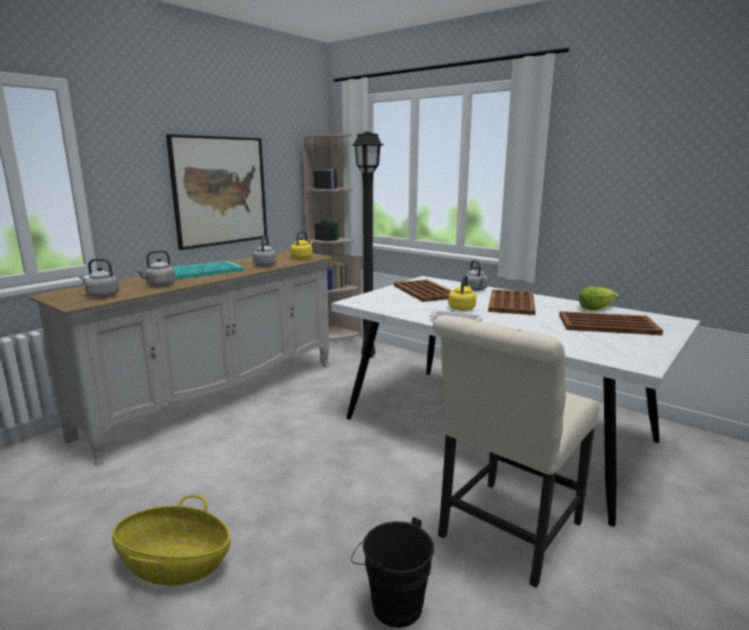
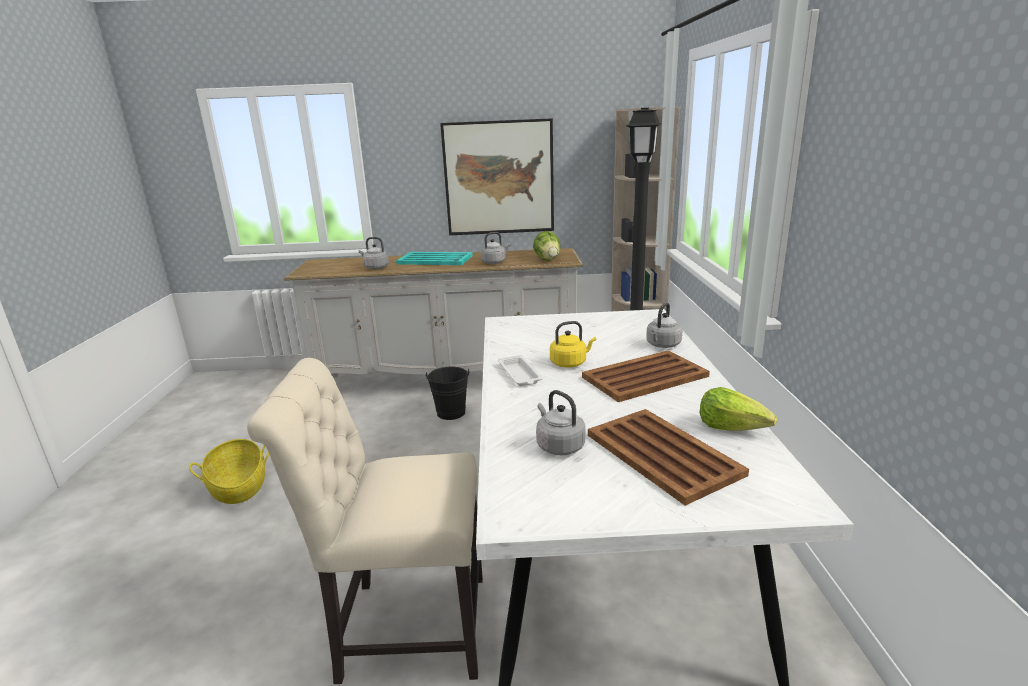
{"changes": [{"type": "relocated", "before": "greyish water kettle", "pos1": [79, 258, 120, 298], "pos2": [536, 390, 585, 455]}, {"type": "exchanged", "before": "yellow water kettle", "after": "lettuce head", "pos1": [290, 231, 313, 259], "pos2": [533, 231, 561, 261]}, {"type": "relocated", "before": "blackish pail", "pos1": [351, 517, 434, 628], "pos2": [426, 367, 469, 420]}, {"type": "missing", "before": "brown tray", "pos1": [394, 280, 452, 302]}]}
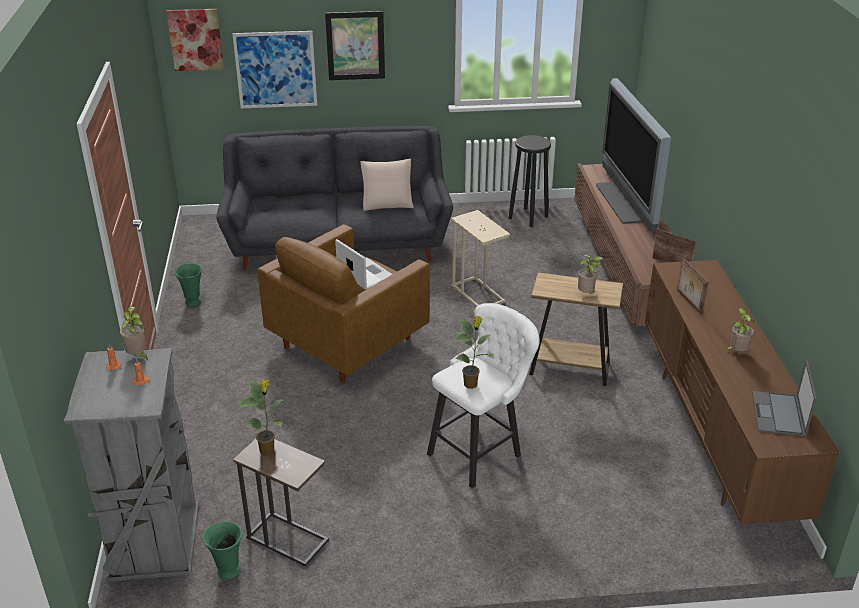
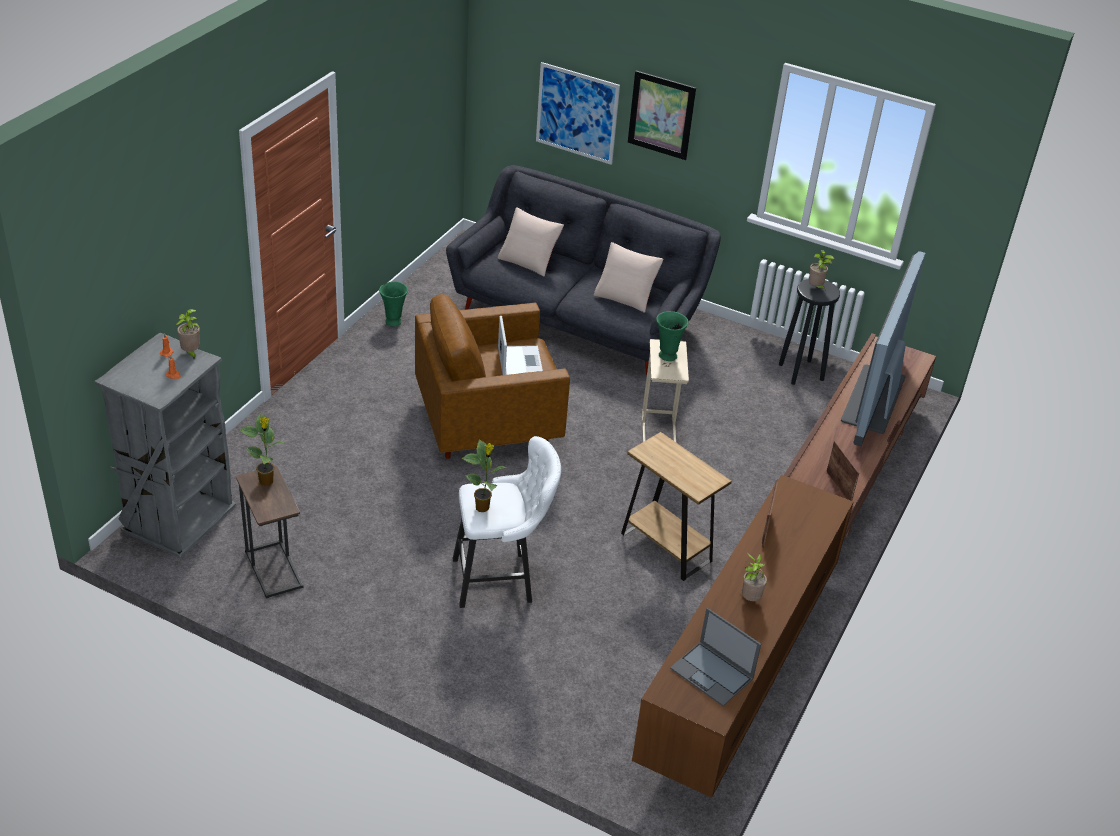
{"changes": [{"type": "missing", "before": "wall picture", "pos1": [166, 9, 224, 71]}, {"type": "relocated", "before": "green-coloured decorative vase", "pos1": [202, 521, 242, 579], "pos2": [656, 311, 689, 361]}, {"type": "relocated", "before": "houseplant", "pos1": [578, 255, 603, 293], "pos2": [809, 250, 834, 291]}, {"type": "spun", "before": "notebook computer", "pos1": [752, 360, 817, 436], "pos2": [670, 608, 761, 706], "turn": -90}, {"type": "appeared", "after": "sand-coloured throw pillow", "pos2": [497, 207, 564, 276]}]}
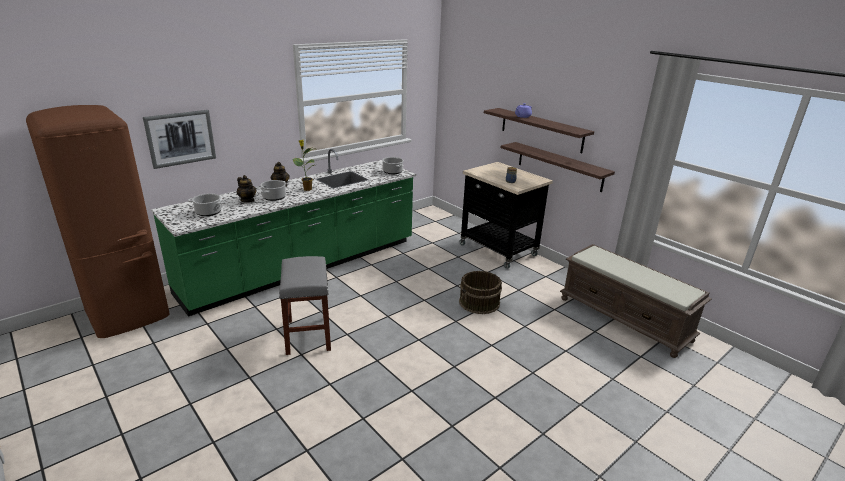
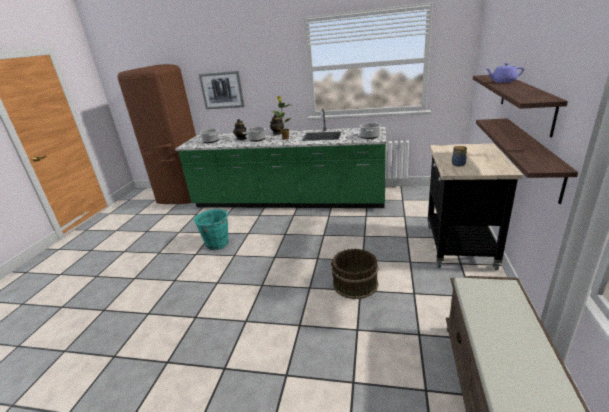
{"changes": [{"type": "exchanged", "before": "greyish stool", "after": "blue-green pail", "pos1": [279, 256, 331, 355], "pos2": [194, 209, 229, 250]}]}
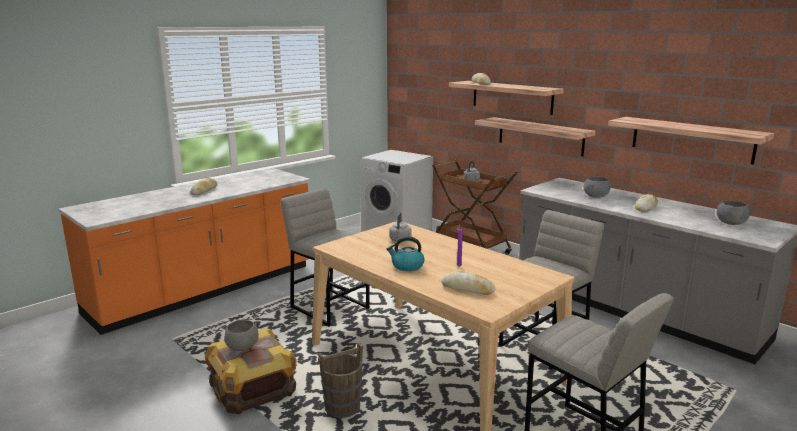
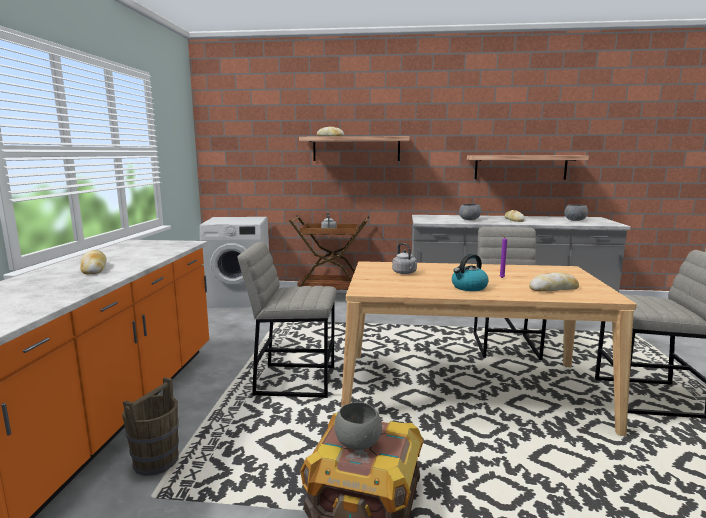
{"changes": [{"type": "relocated", "before": "brown pail", "pos1": [318, 343, 363, 418], "pos2": [122, 377, 179, 476]}, {"type": "missing", "before": "bracket shelf", "pos1": [475, 117, 595, 156]}]}
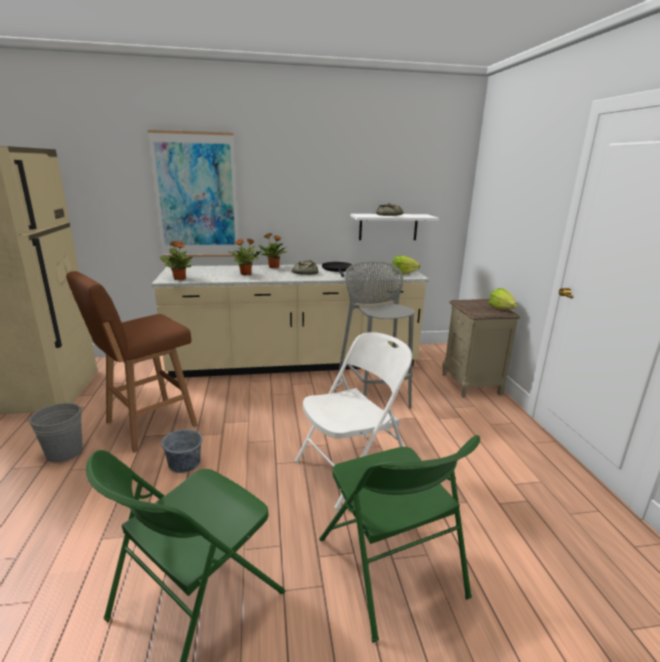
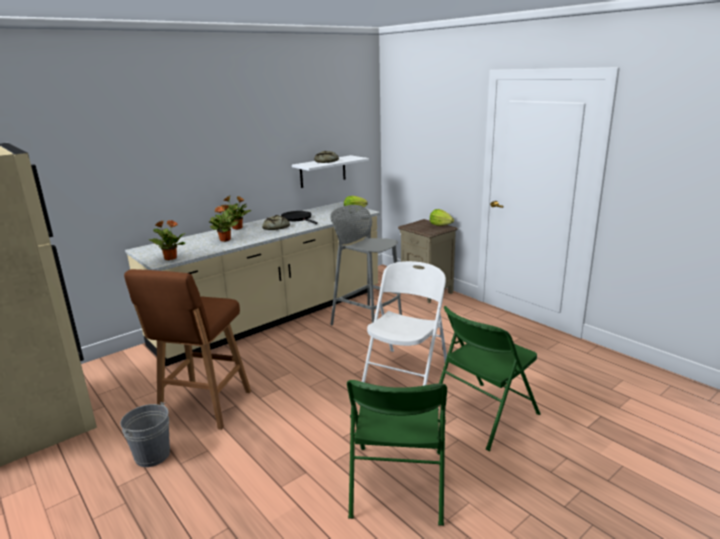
{"changes": [{"type": "missing", "before": "wall picture", "pos1": [148, 130, 239, 257]}, {"type": "missing", "before": "greyish pail", "pos1": [161, 420, 202, 473]}, {"type": "spun", "before": "green-coloured chair", "pos1": [319, 435, 480, 643], "pos2": [439, 306, 540, 452], "turn": 105}]}
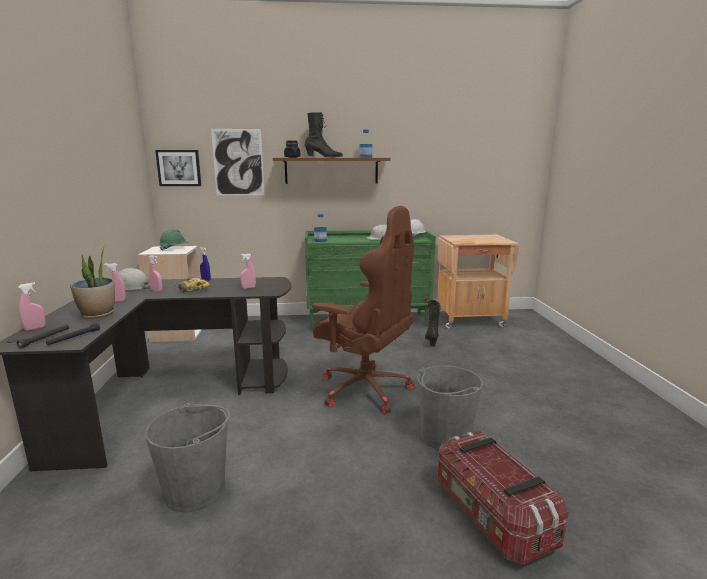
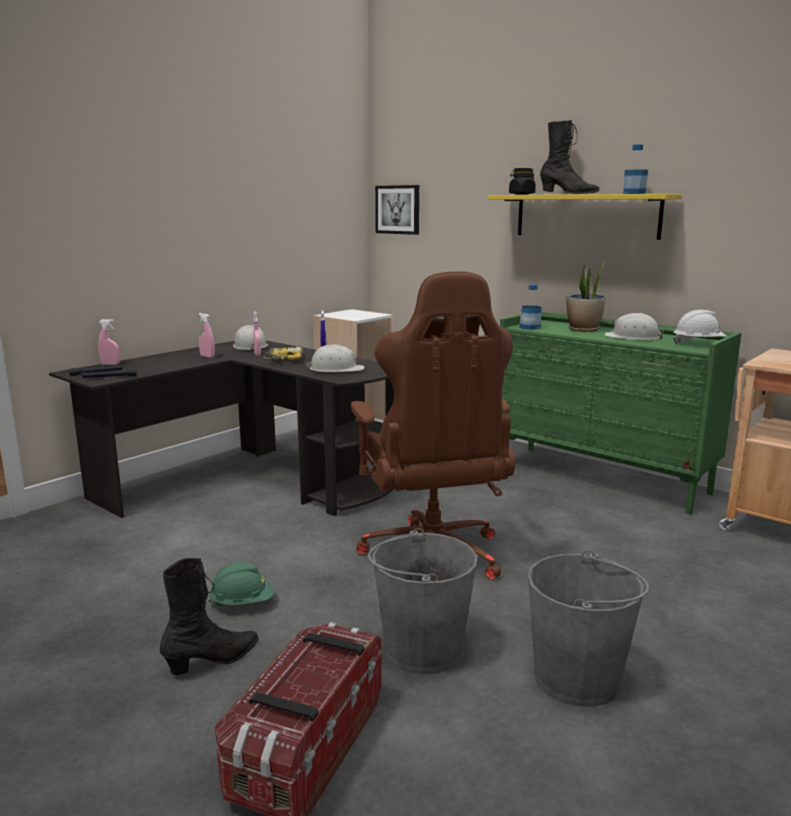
{"changes": [{"type": "relocated", "before": "houseplant", "pos1": [70, 245, 115, 319], "pos2": [566, 260, 606, 332]}, {"type": "relocated", "before": "greyish pail", "pos1": [145, 402, 230, 513], "pos2": [528, 550, 649, 707]}, {"type": "relocated", "before": "green-coloured work helmet", "pos1": [159, 229, 189, 251], "pos2": [208, 562, 274, 607]}, {"type": "missing", "before": "wall picture", "pos1": [211, 129, 264, 196]}, {"type": "exchanged", "before": "pink-coloured spray bottle", "after": "white-coloured work helmet", "pos1": [240, 253, 256, 289], "pos2": [306, 344, 365, 372]}, {"type": "colour", "before": "brown bracket shelf", "after": "yellow bracket shelf", "pos1": [273, 158, 391, 184], "pos2": [488, 194, 682, 240]}, {"type": "relocated", "before": "blackish high-top boot", "pos1": [425, 300, 440, 346], "pos2": [160, 558, 259, 675]}]}
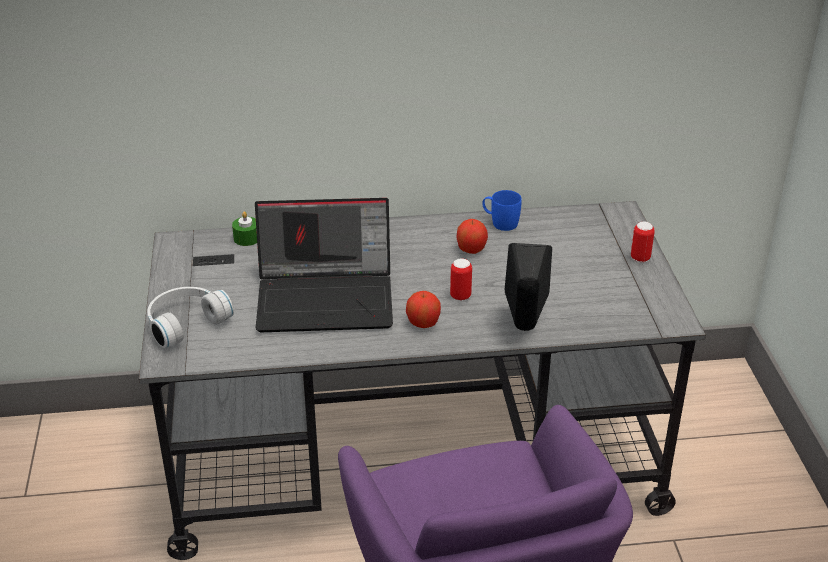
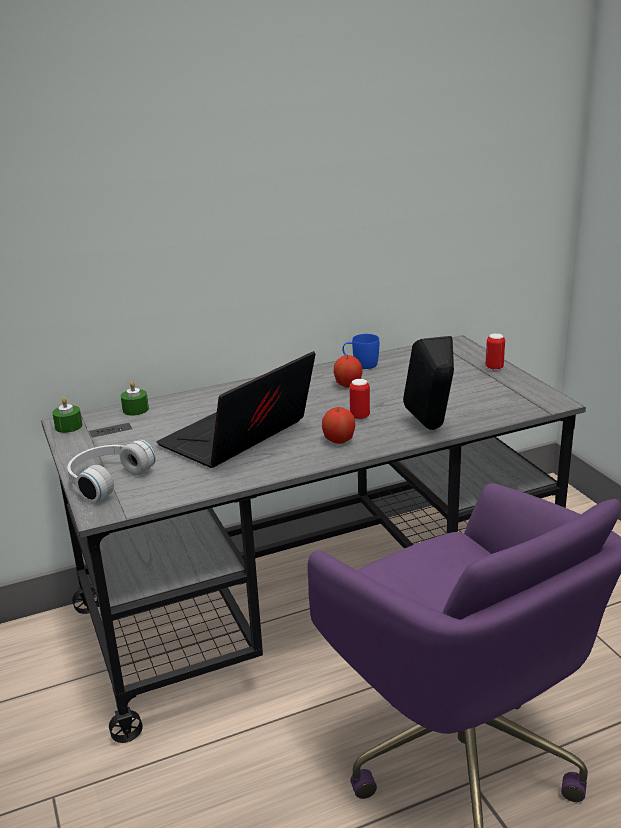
{"changes": [{"type": "spun", "before": "notebook computer", "pos1": [255, 198, 393, 332], "pos2": [156, 351, 315, 468], "turn": 150}, {"type": "appeared", "after": "green-coloured candle", "pos2": [52, 398, 83, 433]}]}
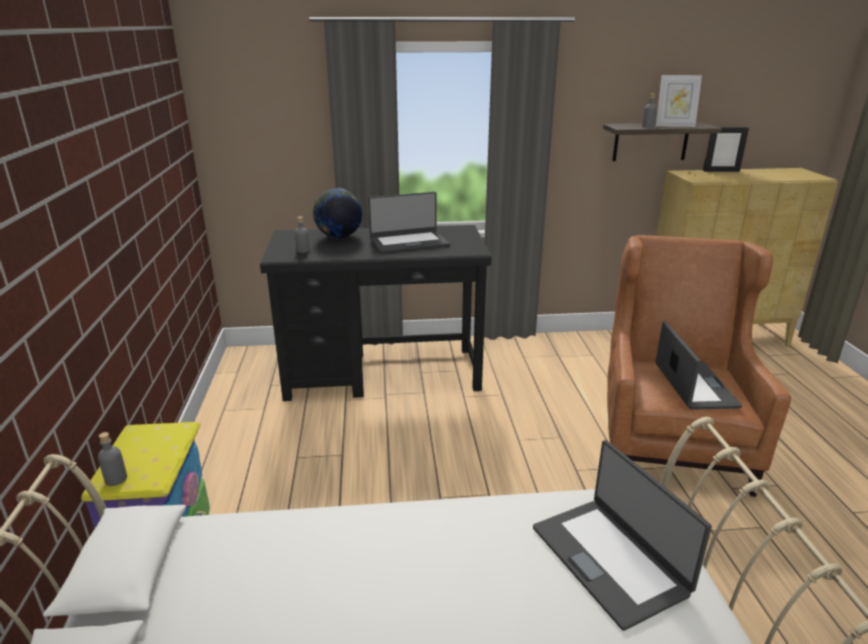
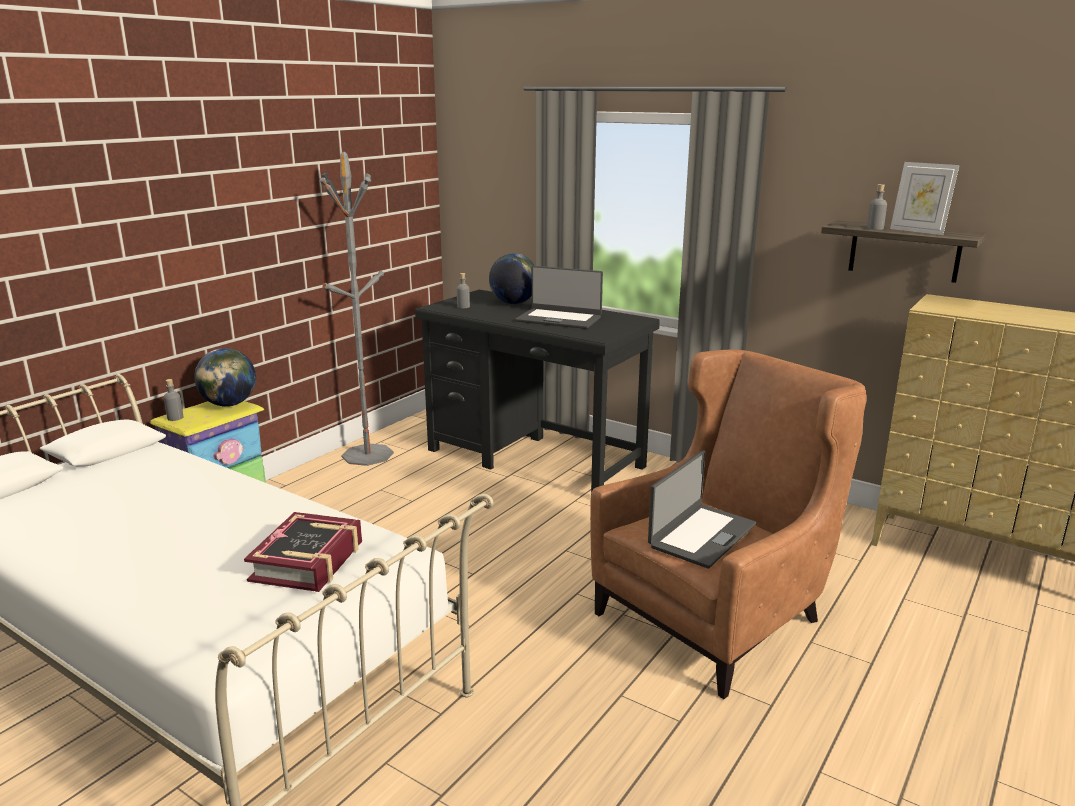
{"changes": [{"type": "exchanged", "before": "notebook computer", "after": "book", "pos1": [533, 440, 712, 631], "pos2": [244, 512, 362, 592]}, {"type": "missing", "before": "picture frame", "pos1": [703, 127, 749, 172]}, {"type": "appeared", "after": "world globe", "pos2": [194, 348, 256, 407]}, {"type": "appeared", "after": "greyish garment rack", "pos2": [319, 152, 394, 466]}]}
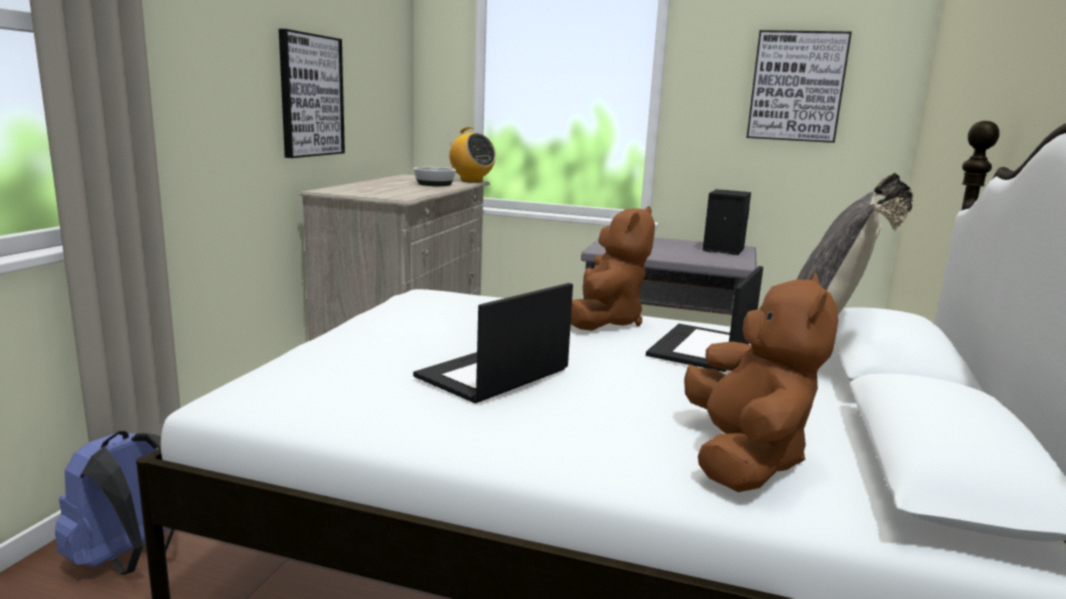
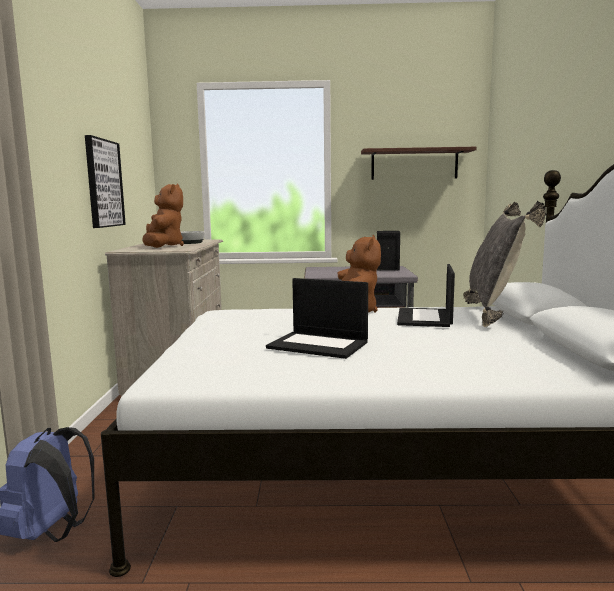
{"changes": [{"type": "spun", "before": "notebook computer", "pos1": [413, 283, 573, 403], "pos2": [266, 278, 368, 359], "turn": -90}, {"type": "missing", "before": "radio set", "pos1": [447, 127, 496, 183]}, {"type": "relocated", "before": "brown cuddly toy", "pos1": [684, 273, 838, 492], "pos2": [142, 184, 184, 248]}, {"type": "exchanged", "before": "wall picture", "after": "bracket shelf", "pos1": [747, 30, 852, 143], "pos2": [361, 147, 477, 180]}]}
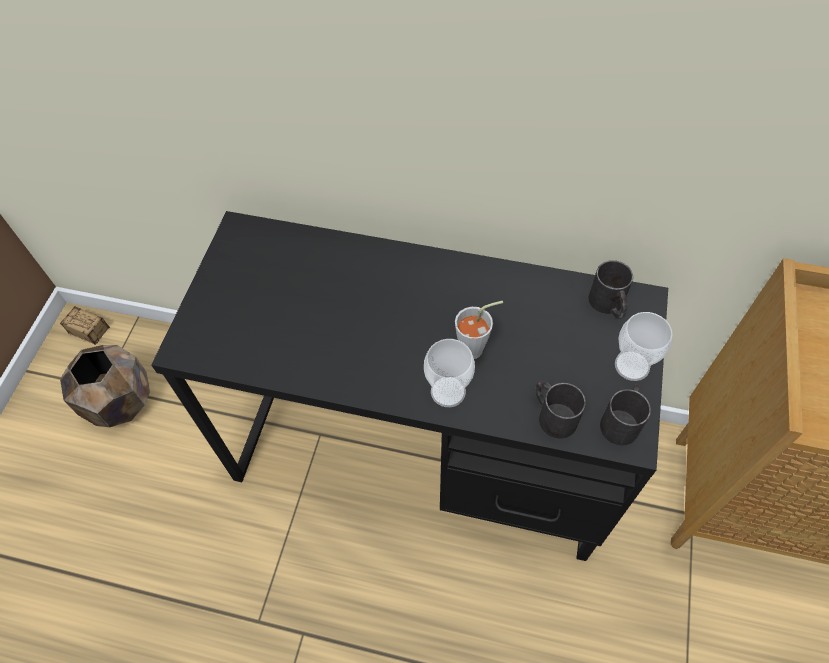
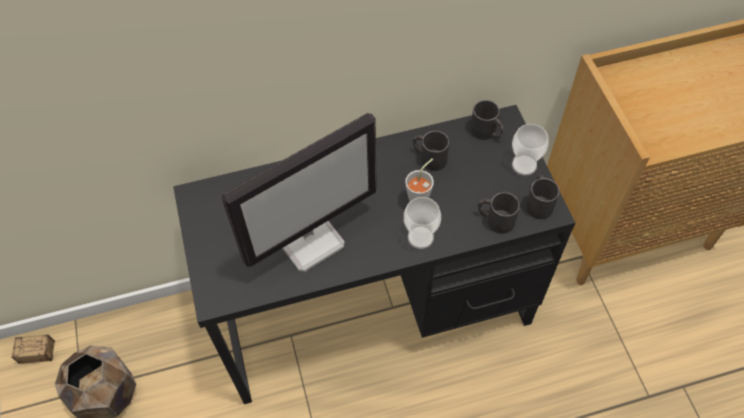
{"changes": [{"type": "appeared", "after": "monitor", "pos2": [222, 113, 377, 272]}, {"type": "appeared", "after": "blackish coffee mug", "pos2": [412, 131, 449, 171]}]}
